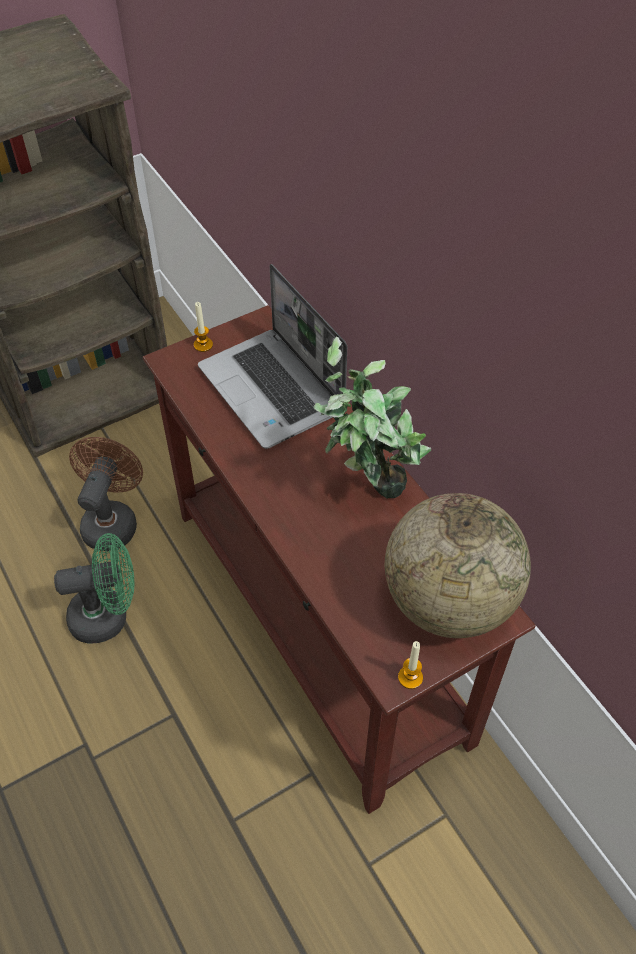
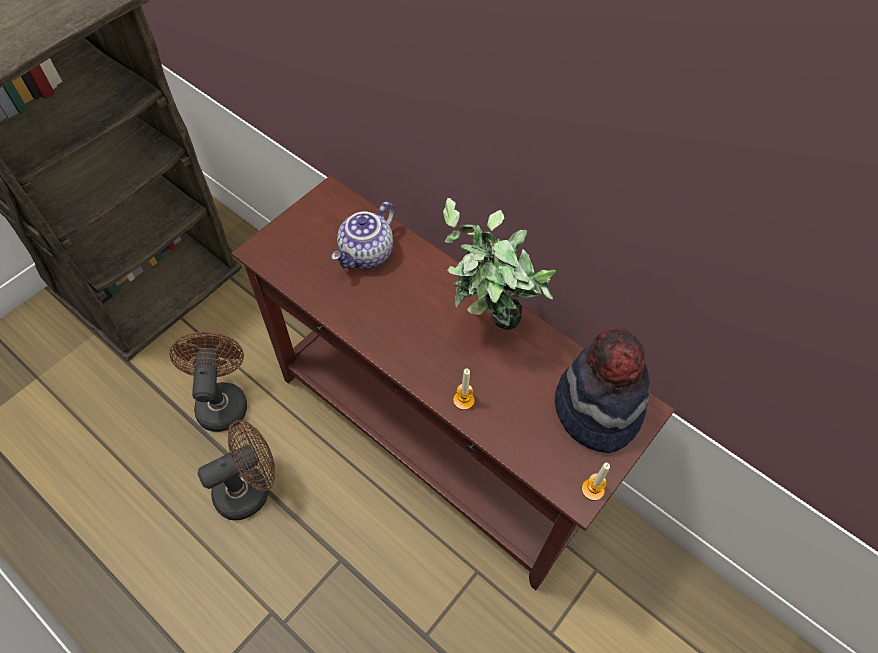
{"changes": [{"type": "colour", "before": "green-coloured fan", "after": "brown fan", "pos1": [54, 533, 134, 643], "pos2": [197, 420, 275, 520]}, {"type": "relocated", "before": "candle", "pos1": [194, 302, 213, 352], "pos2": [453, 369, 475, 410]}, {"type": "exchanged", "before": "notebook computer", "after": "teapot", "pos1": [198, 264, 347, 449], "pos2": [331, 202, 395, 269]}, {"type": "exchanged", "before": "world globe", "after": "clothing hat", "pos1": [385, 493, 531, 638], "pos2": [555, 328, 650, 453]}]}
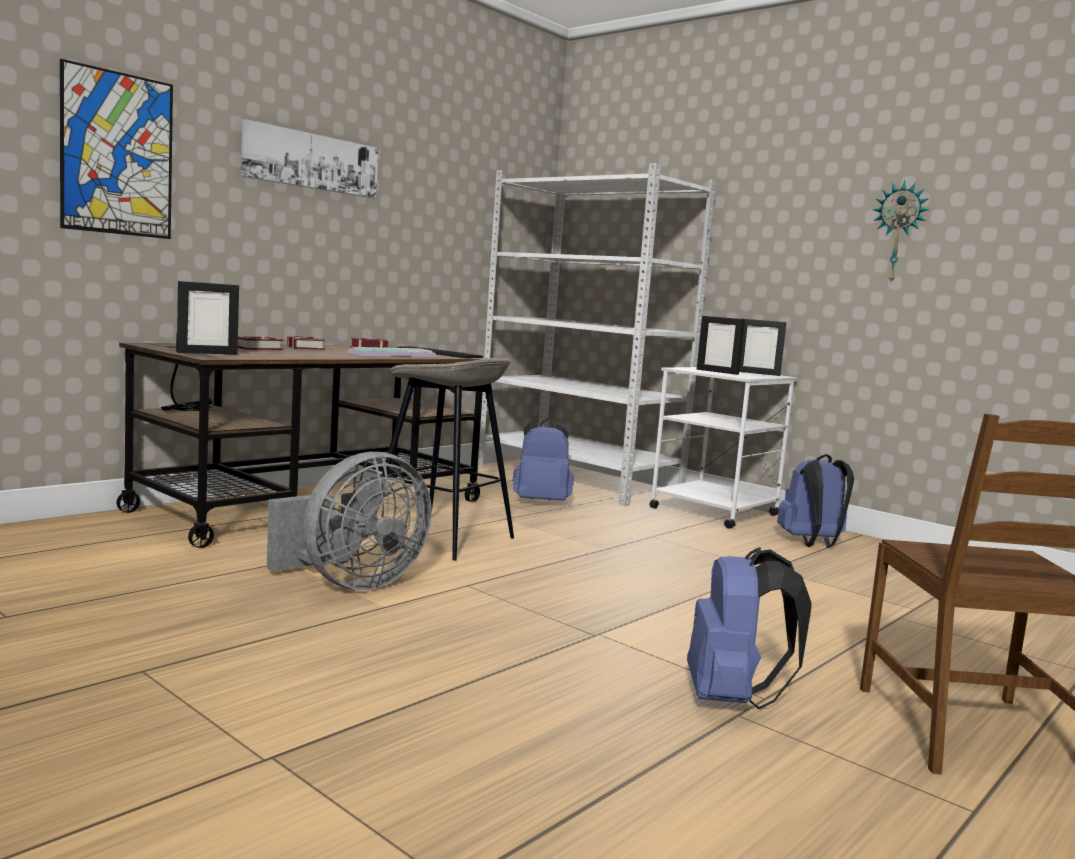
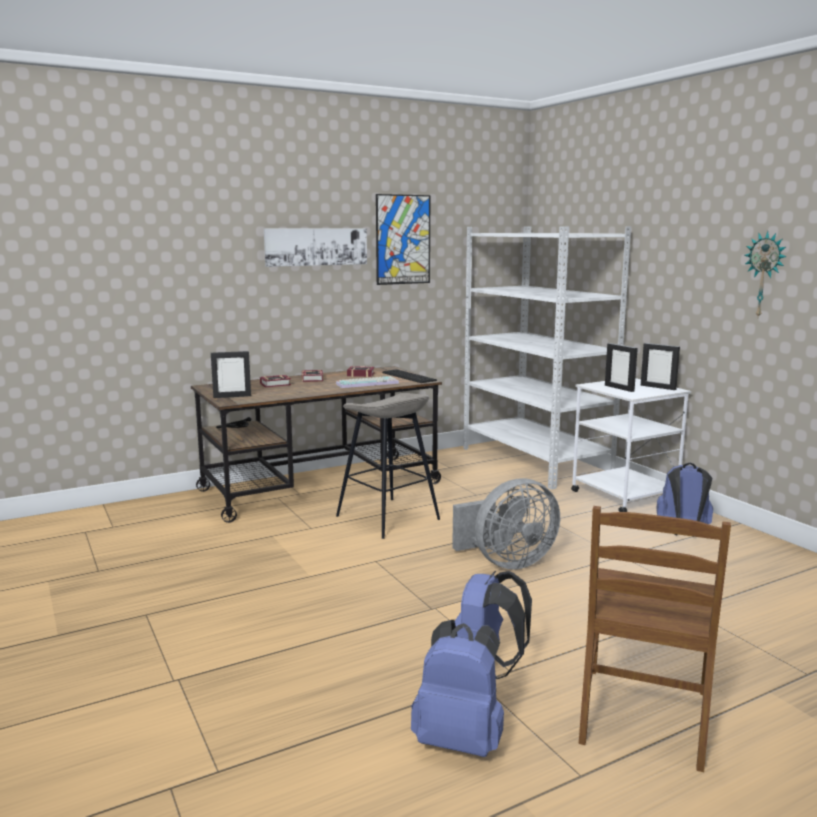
{"changes": [{"type": "relocated", "before": "wall picture", "pos1": [60, 59, 173, 239], "pos2": [376, 194, 431, 285]}, {"type": "relocated", "before": "greyish fan", "pos1": [267, 452, 432, 590], "pos2": [452, 478, 560, 569]}, {"type": "relocated", "before": "bluish backpack", "pos1": [512, 418, 574, 501], "pos2": [411, 620, 504, 757]}]}
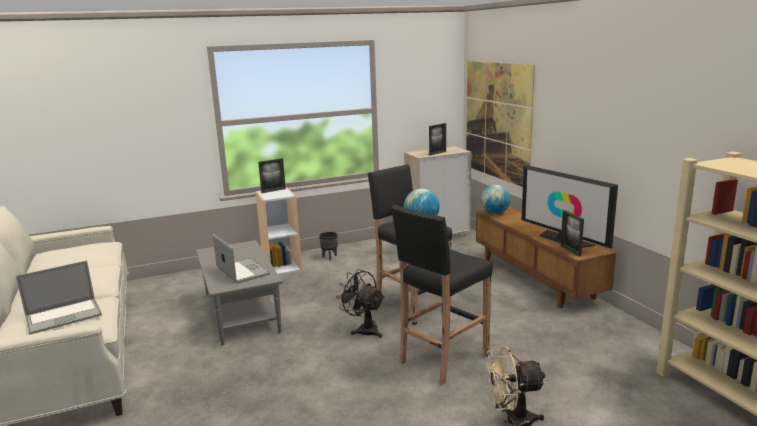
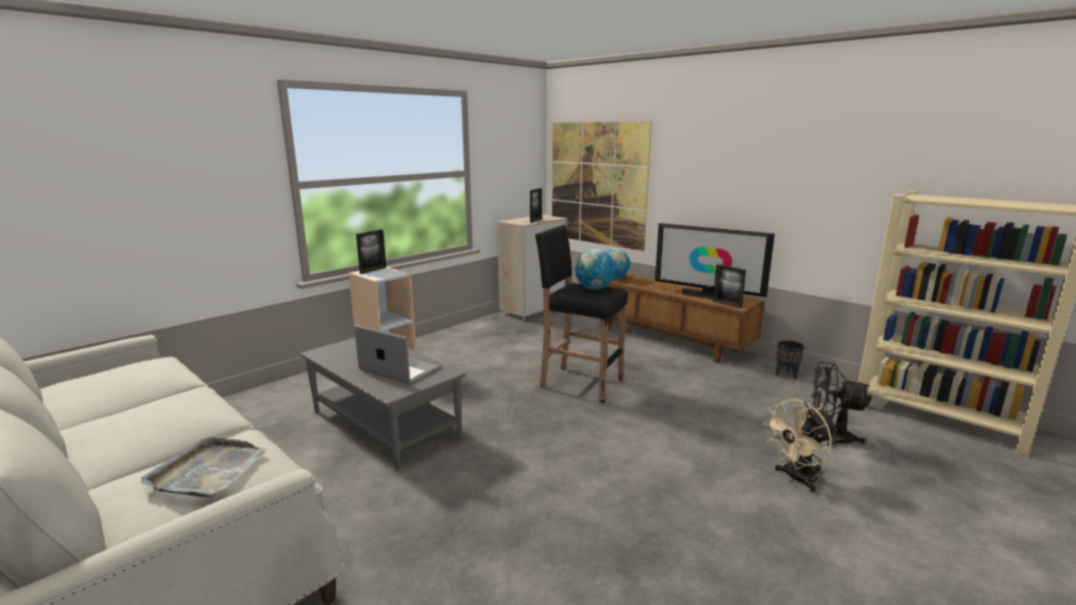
{"changes": [{"type": "exchanged", "before": "notebook computer", "after": "greyish tray", "pos1": [16, 261, 102, 335], "pos2": [141, 436, 267, 497]}, {"type": "relocated", "before": "blackish planter", "pos1": [319, 232, 338, 260], "pos2": [776, 340, 805, 379]}, {"type": "relocated", "before": "blackish fan", "pos1": [337, 269, 385, 338], "pos2": [811, 362, 872, 447]}, {"type": "missing", "before": "blackish stool", "pos1": [391, 205, 493, 385]}]}
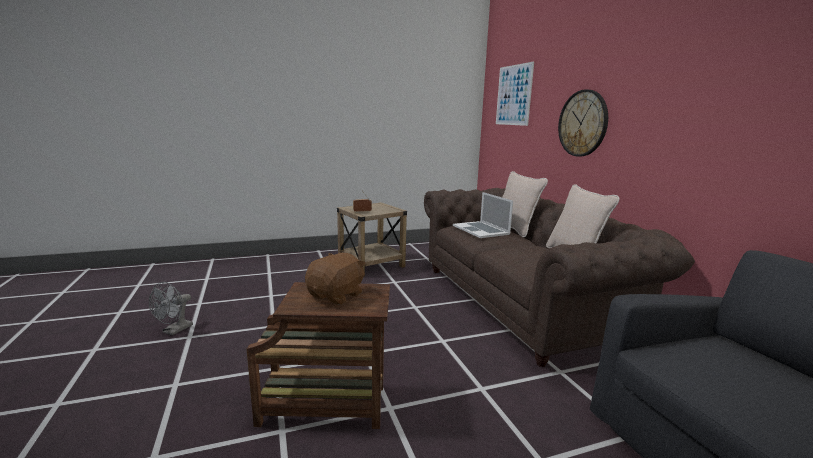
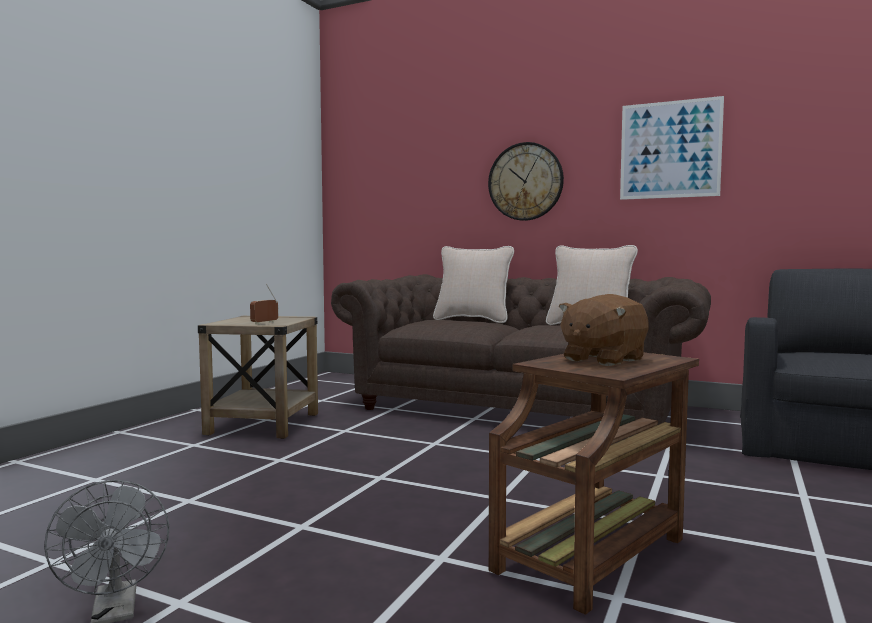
{"changes": [{"type": "spun", "before": "brown cuddly toy", "pos1": [305, 253, 366, 305], "pos2": [559, 294, 649, 366], "turn": -120}, {"type": "missing", "before": "notebook computer", "pos1": [453, 192, 513, 238]}, {"type": "relocated", "before": "wall picture", "pos1": [496, 62, 534, 126], "pos2": [620, 96, 724, 200]}]}
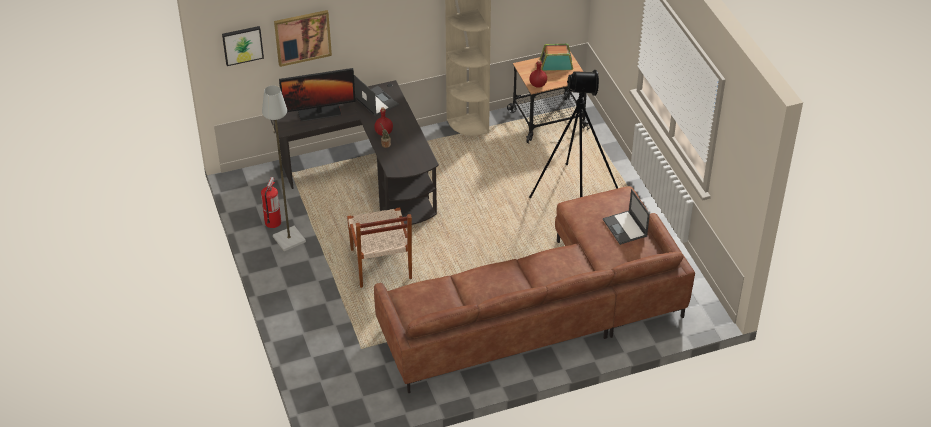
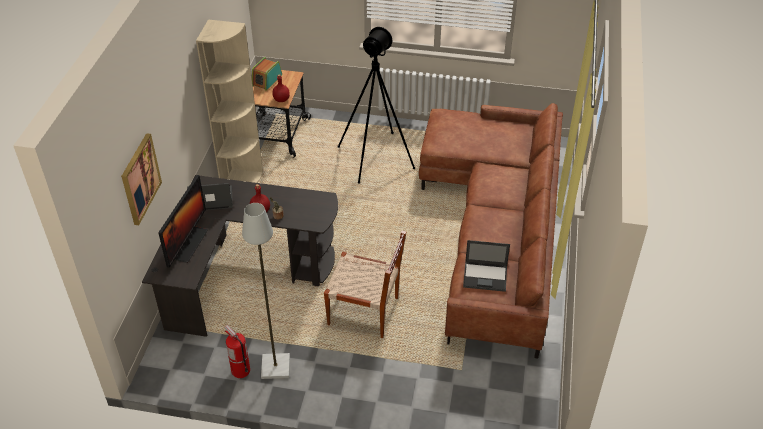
{"changes": [{"type": "missing", "before": "wall picture", "pos1": [222, 26, 264, 66]}, {"type": "relocated", "before": "notebook computer", "pos1": [603, 189, 650, 245], "pos2": [463, 240, 510, 292]}]}
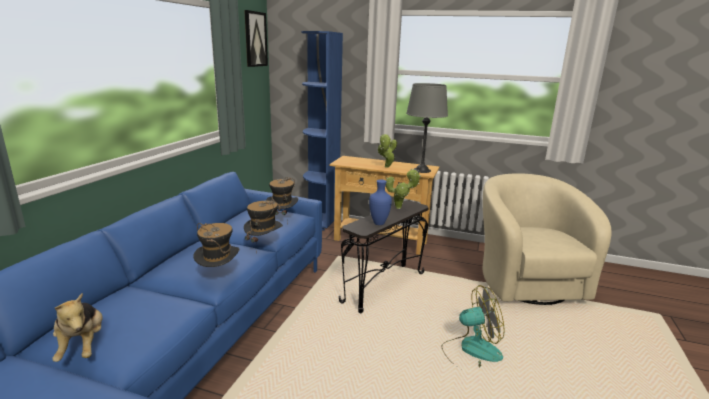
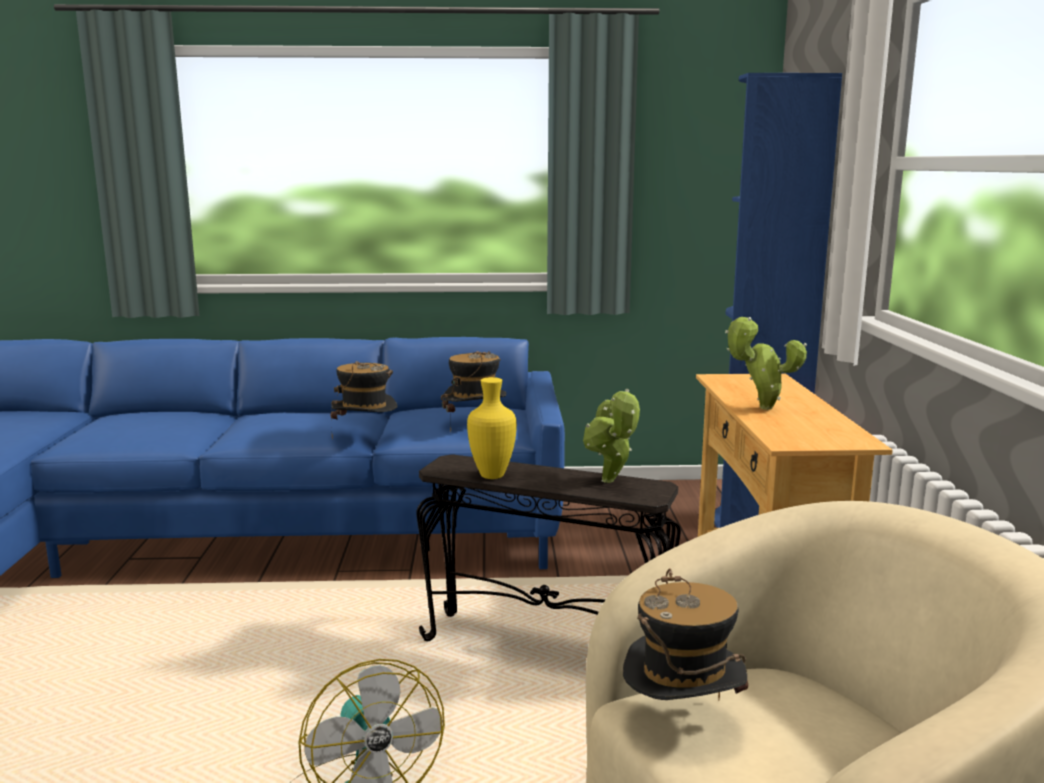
{"changes": [{"type": "missing", "before": "cuddly toy", "pos1": [53, 293, 103, 362]}, {"type": "relocated", "before": "clothing hat", "pos1": [193, 223, 239, 267], "pos2": [623, 568, 748, 700]}, {"type": "missing", "before": "wall picture", "pos1": [244, 10, 268, 67]}, {"type": "colour", "before": "bluish decorative vase", "after": "yellow decorative vase", "pos1": [369, 180, 392, 225], "pos2": [467, 377, 517, 479]}, {"type": "missing", "before": "greyish lamp for a table", "pos1": [406, 83, 448, 173]}]}
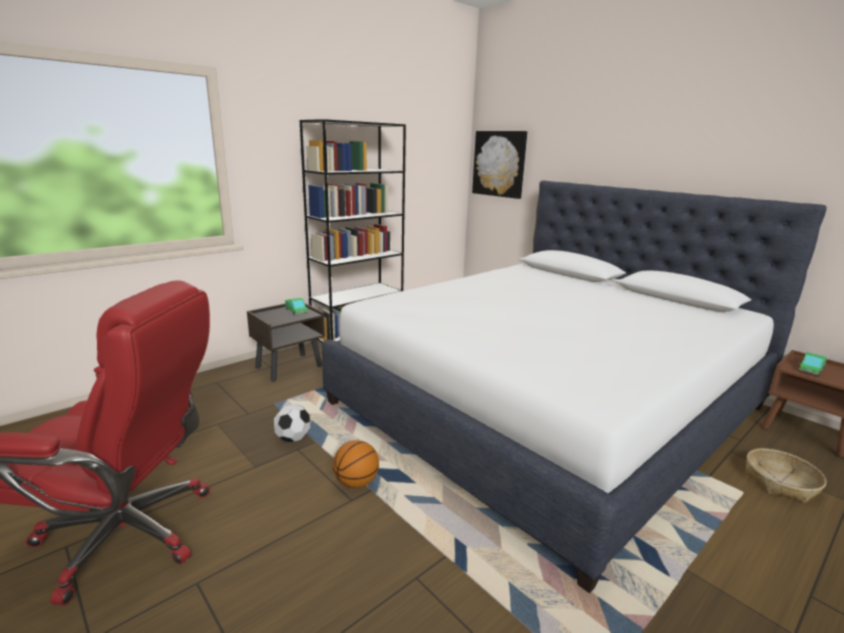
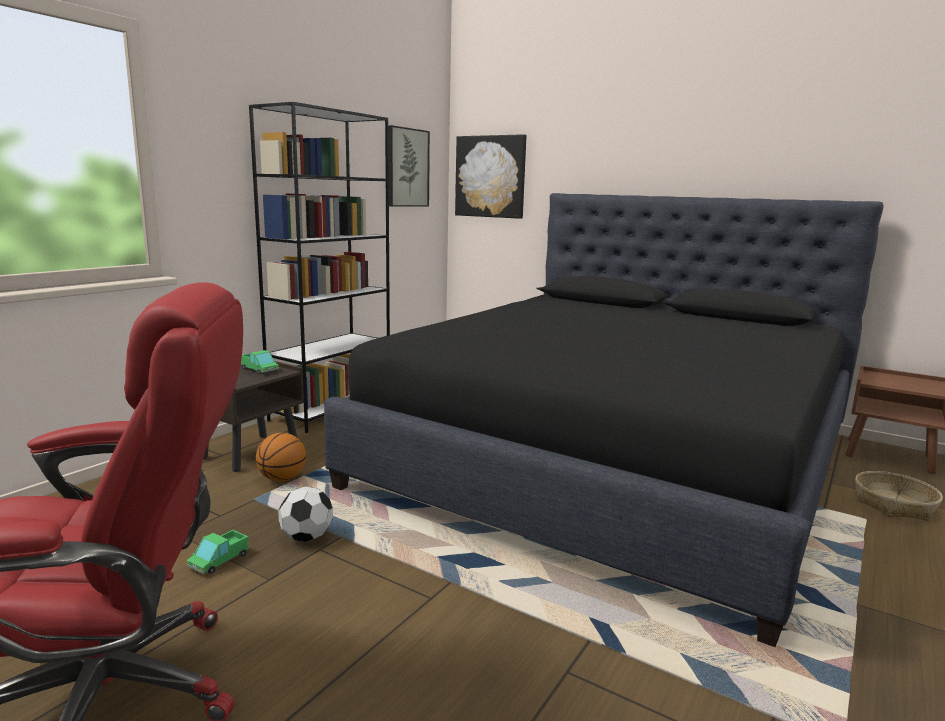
{"changes": [{"type": "colour", "before": "white-coloured bed", "after": "blackish bed", "pos1": [322, 181, 827, 594], "pos2": [324, 193, 884, 647]}, {"type": "relocated", "before": "basketball", "pos1": [333, 440, 379, 488], "pos2": [256, 433, 306, 481]}, {"type": "relocated", "before": "model truck", "pos1": [798, 352, 827, 376], "pos2": [186, 530, 250, 574]}, {"type": "appeared", "after": "wall picture", "pos2": [388, 125, 430, 207]}]}
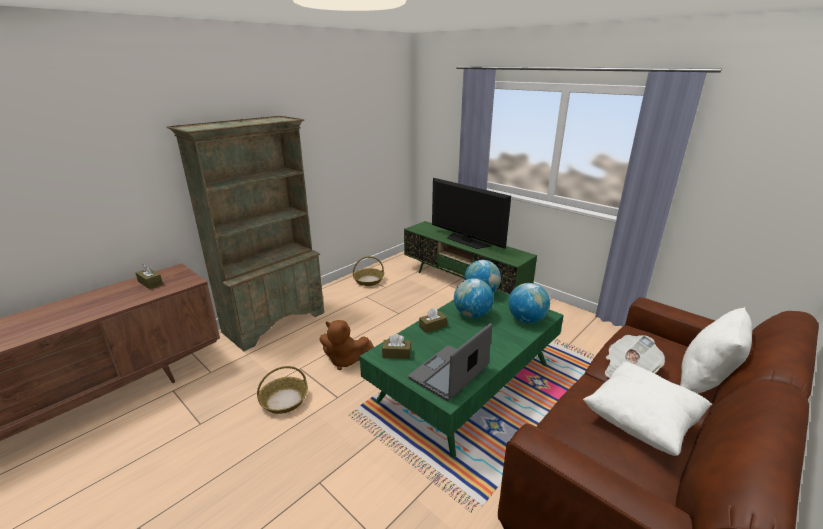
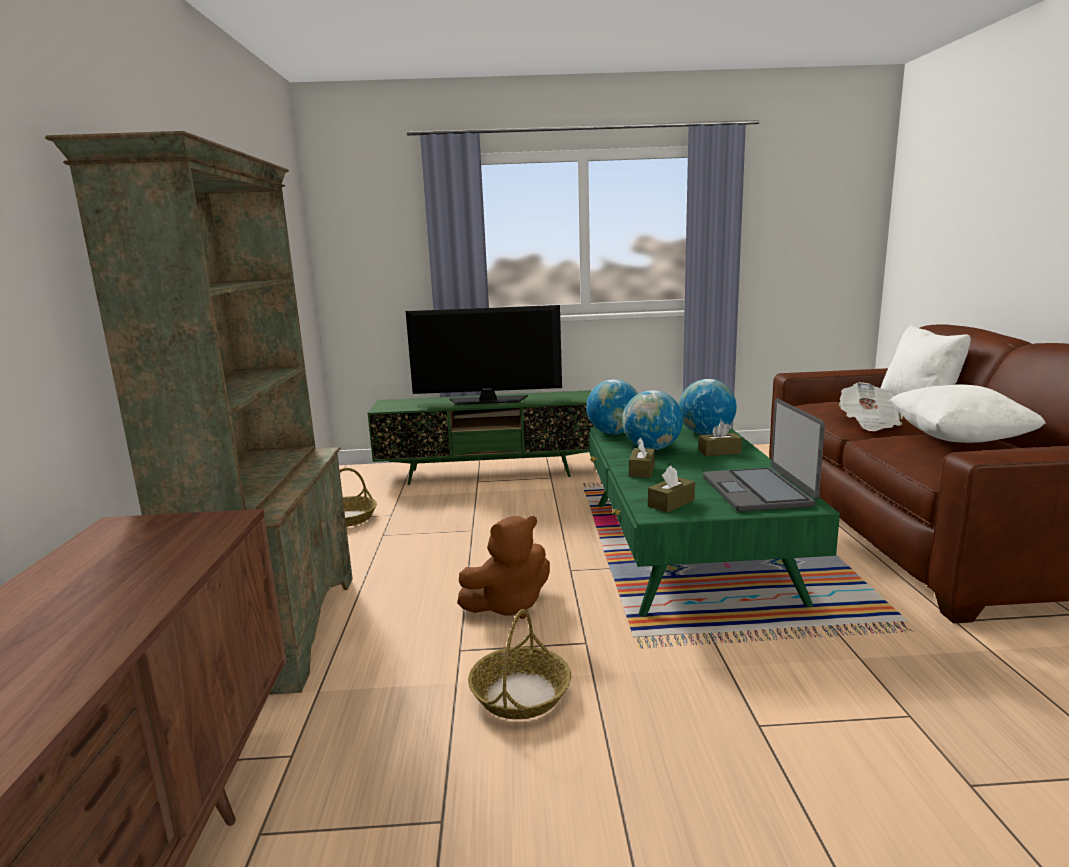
{"changes": [{"type": "relocated", "before": "brown tissue box", "pos1": [135, 264, 163, 289], "pos2": [699, 422, 742, 456]}]}
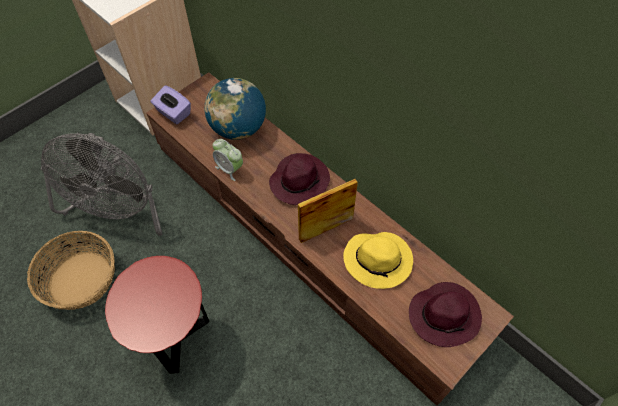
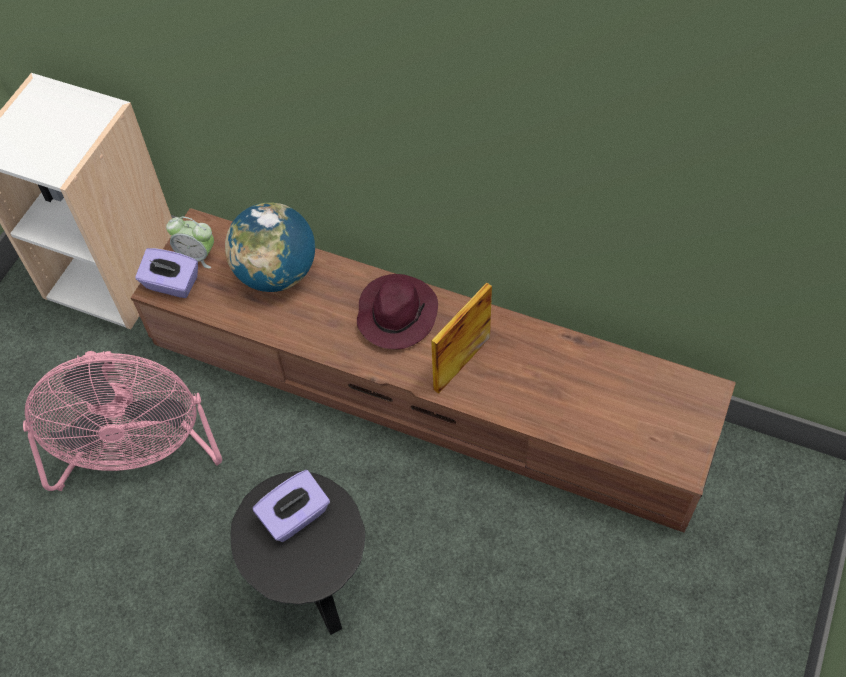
{"changes": [{"type": "missing", "before": "household basket", "pos1": [27, 231, 115, 310]}, {"type": "colour", "before": "greyish fan", "after": "pink-coloured fan", "pos1": [41, 132, 163, 236], "pos2": [23, 351, 222, 491]}, {"type": "colour", "before": "red end table", "after": "blackish end table", "pos1": [105, 256, 209, 374], "pos2": [231, 471, 365, 635]}, {"type": "relocated", "before": "alarm clock", "pos1": [213, 139, 243, 181], "pos2": [166, 217, 214, 269]}, {"type": "missing", "before": "yellow clothing hat", "pos1": [343, 232, 413, 289]}, {"type": "missing", "before": "purple clothing hat", "pos1": [409, 282, 482, 347]}, {"type": "appeared", "after": "purple tissue box", "pos2": [253, 470, 330, 542]}]}
